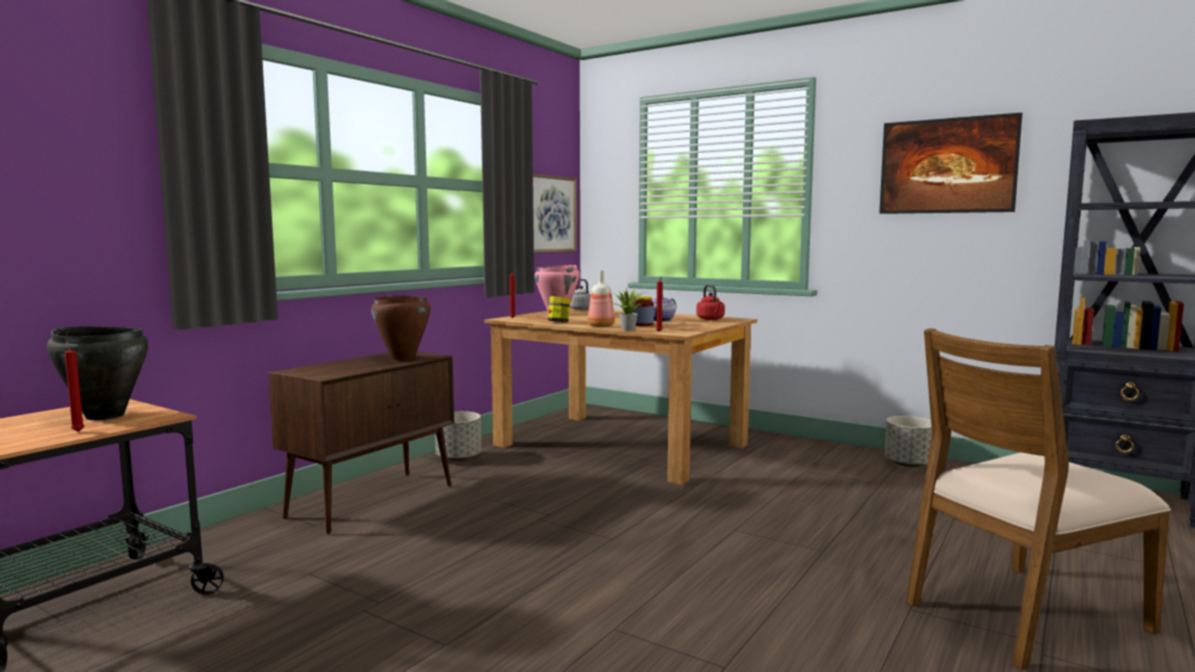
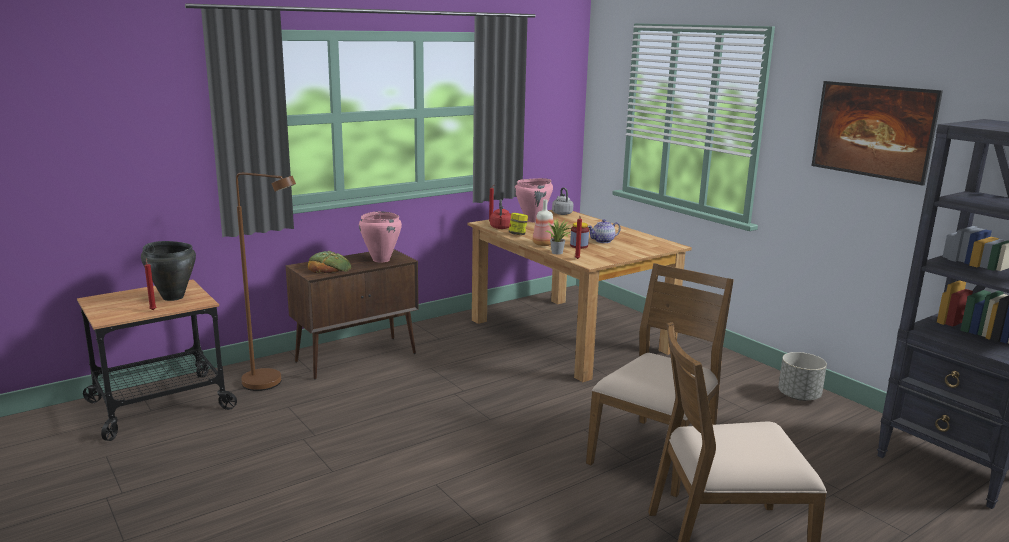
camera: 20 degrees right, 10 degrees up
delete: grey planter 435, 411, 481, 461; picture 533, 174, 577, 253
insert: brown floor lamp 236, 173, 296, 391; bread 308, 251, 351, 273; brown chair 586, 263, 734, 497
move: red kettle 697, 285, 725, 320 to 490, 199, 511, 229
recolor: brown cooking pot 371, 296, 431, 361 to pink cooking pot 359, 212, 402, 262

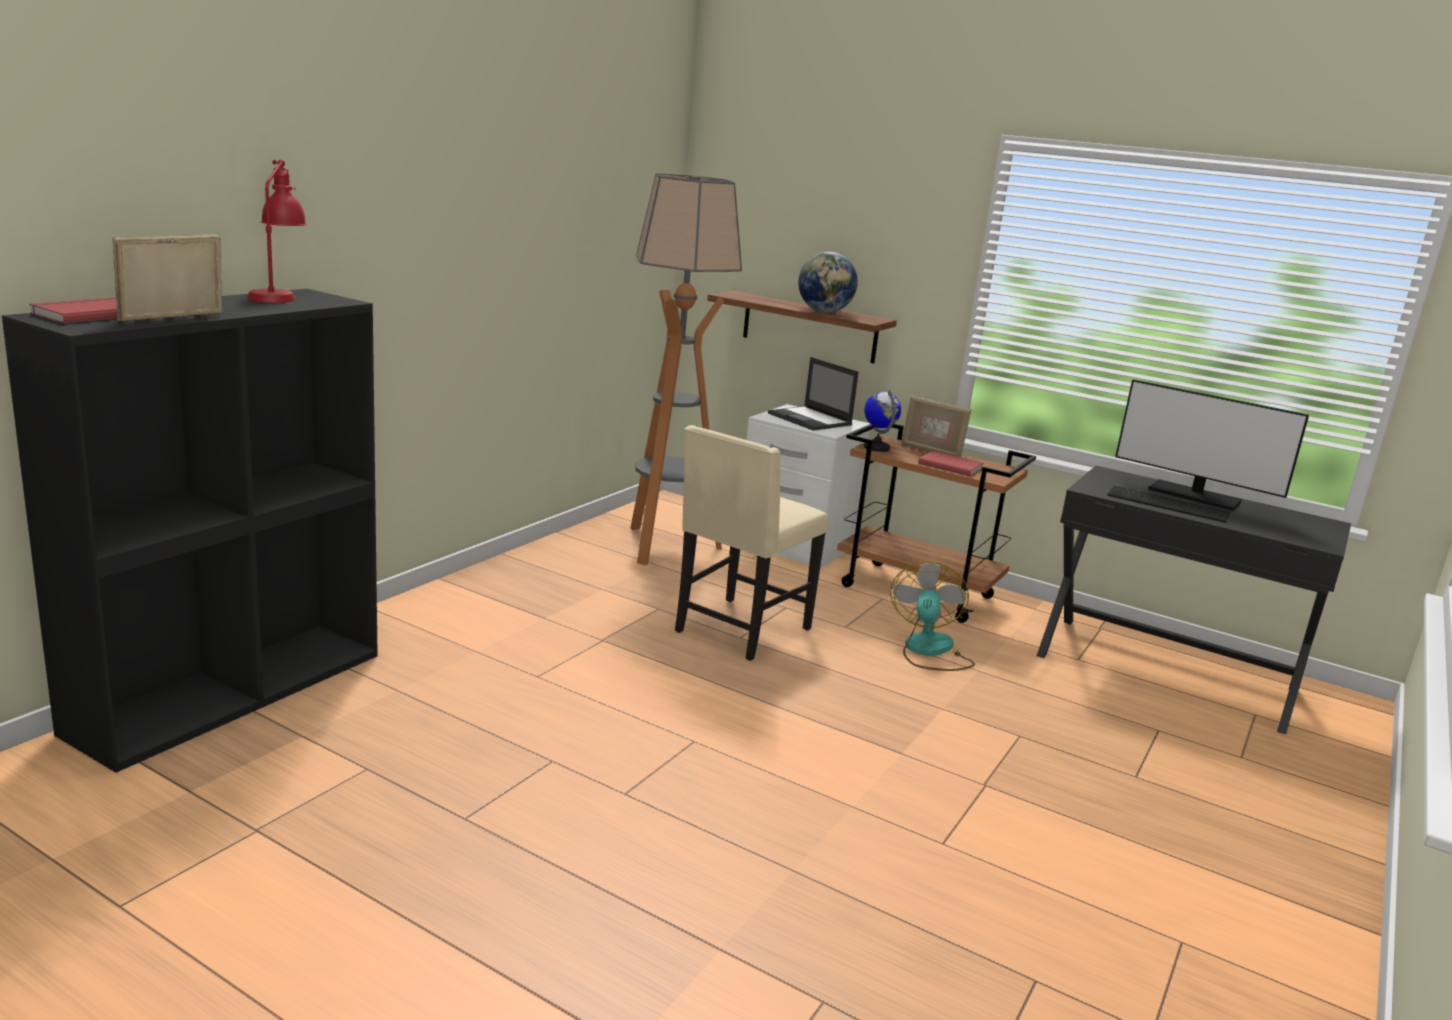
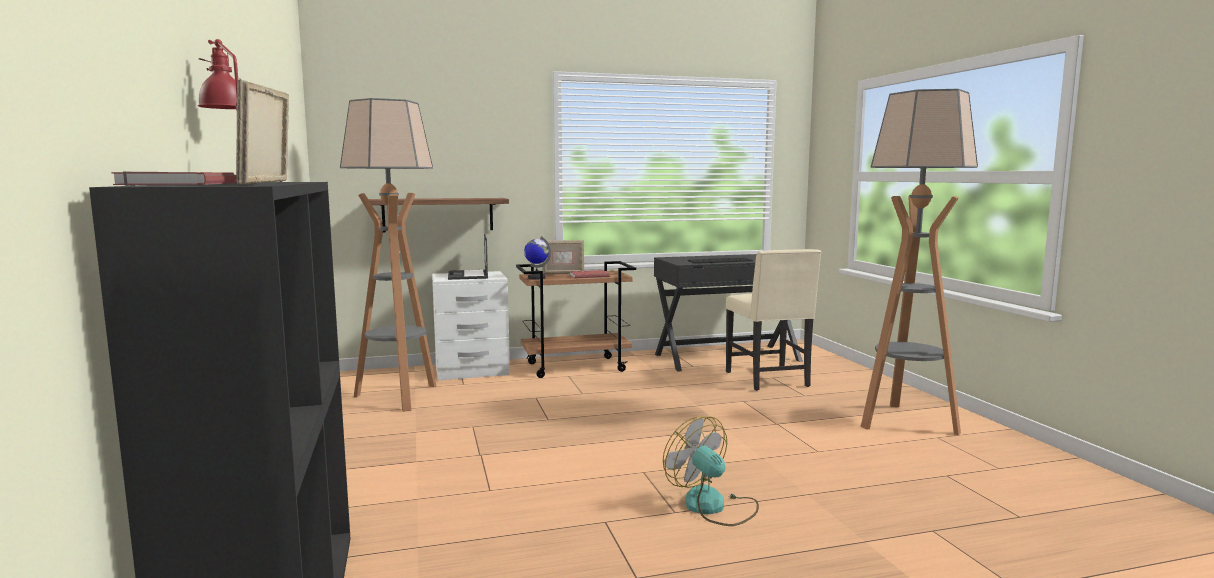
camera: 45 degrees left, 10 degrees down
delete: globe 798, 252, 858, 313; monitor 1115, 379, 1309, 511
insert: floor lamp 861, 89, 978, 435
move: beige chair 675, 425, 828, 661 to 726, 249, 821, 391; fan 890, 561, 975, 671 to 663, 416, 759, 526
rotate: laptop 768, 357, 859, 431 = 448, 234, 488, 280 75 degrees clockwise

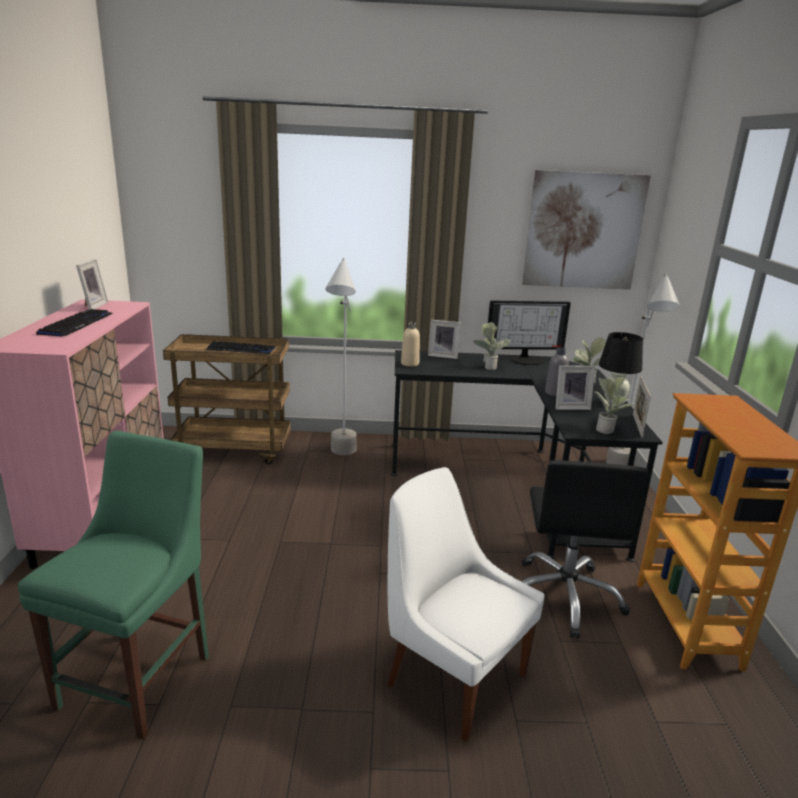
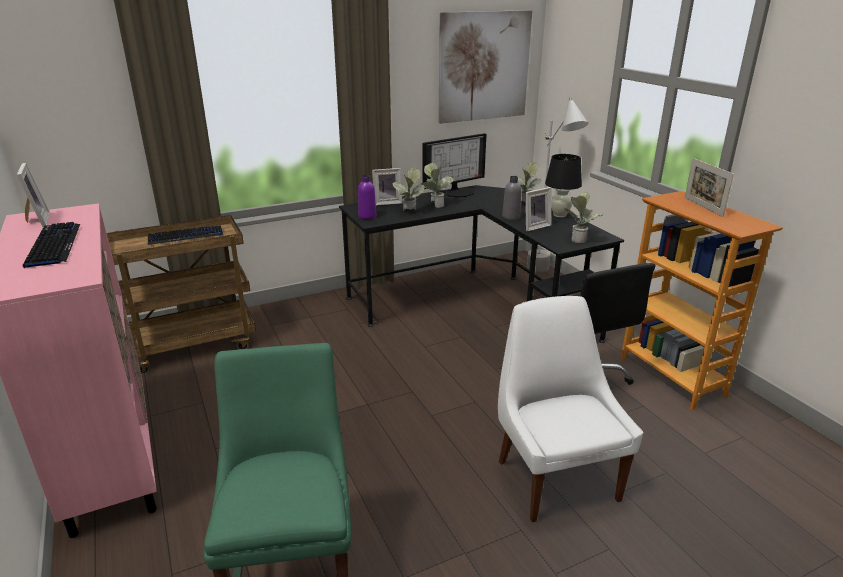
camera: 25 degrees left, 5 degrees up
delete: grey floor lamp 325, 258, 357, 455
insert: potted plant 392, 167, 425, 210
move: picture frame 633, 376, 651, 438 to 685, 158, 734, 217
recolor: beige bottle 401, 322, 420, 367 to purple bottle 358, 175, 376, 219
rotate: white chair 388, 467, 545, 742 = 498, 296, 644, 522 60 degrees clockwise

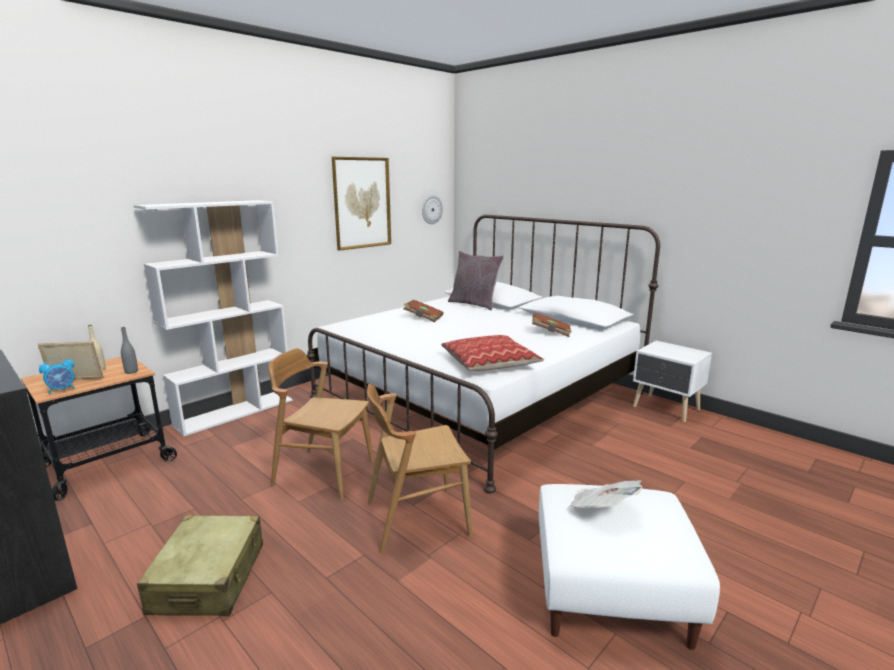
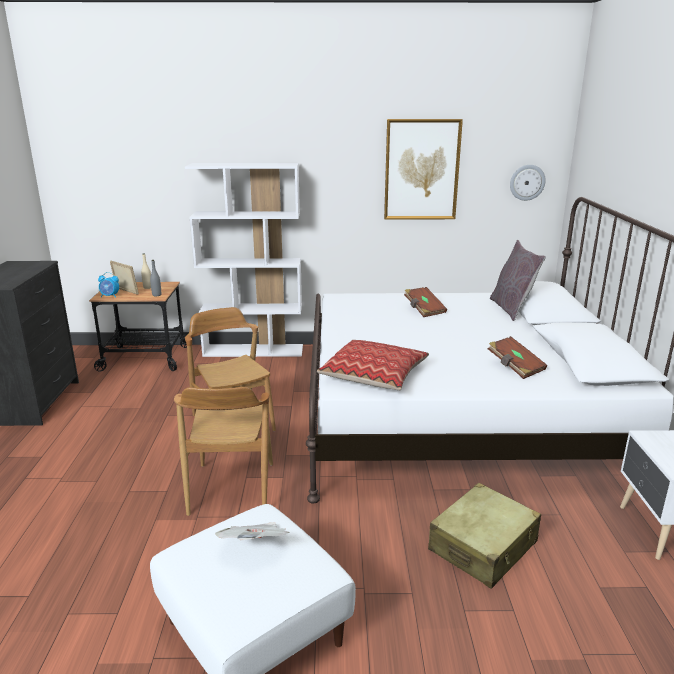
camera: 45 degrees right, 5 degrees up
move: beige suitcase 137, 515, 263, 616 to 428, 483, 541, 589
rotate: brown chair 367, 384, 472, 554 = 174, 387, 273, 516 120 degrees counterclockwise

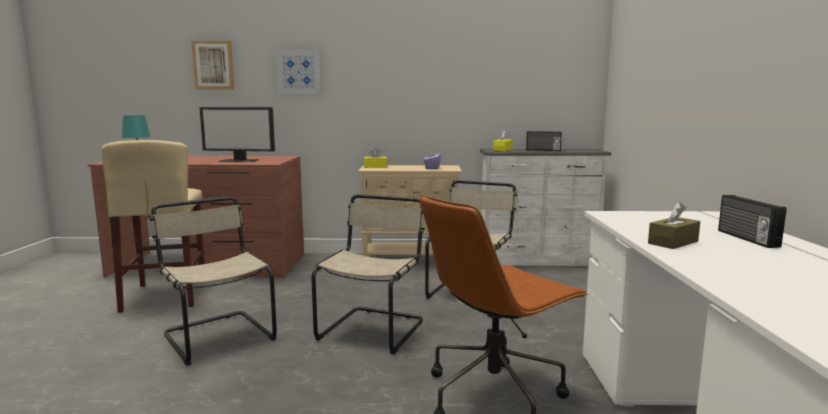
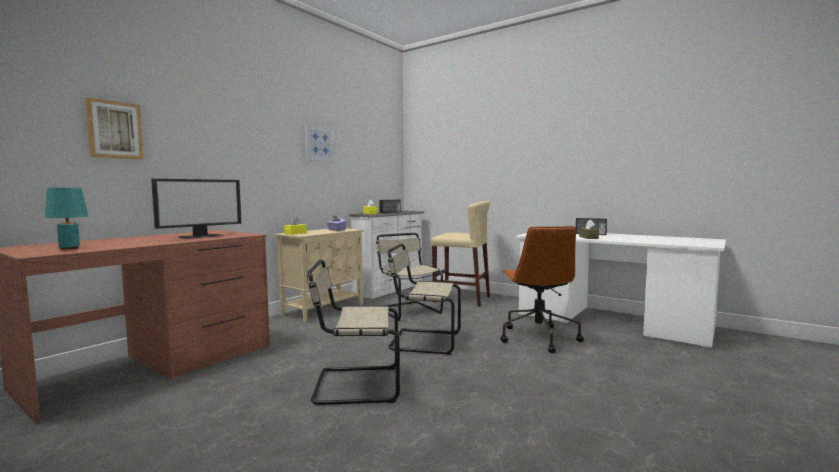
camera: 55 degrees left, 5 degrees down
move: beige stool 101, 140, 204, 313 to 431, 201, 490, 307; picture 276, 49, 321, 94 to 305, 123, 335, 162
rotate: beige chair 311, 194, 425, 354 = 388, 244, 461, 355 45 degrees counterclockwise

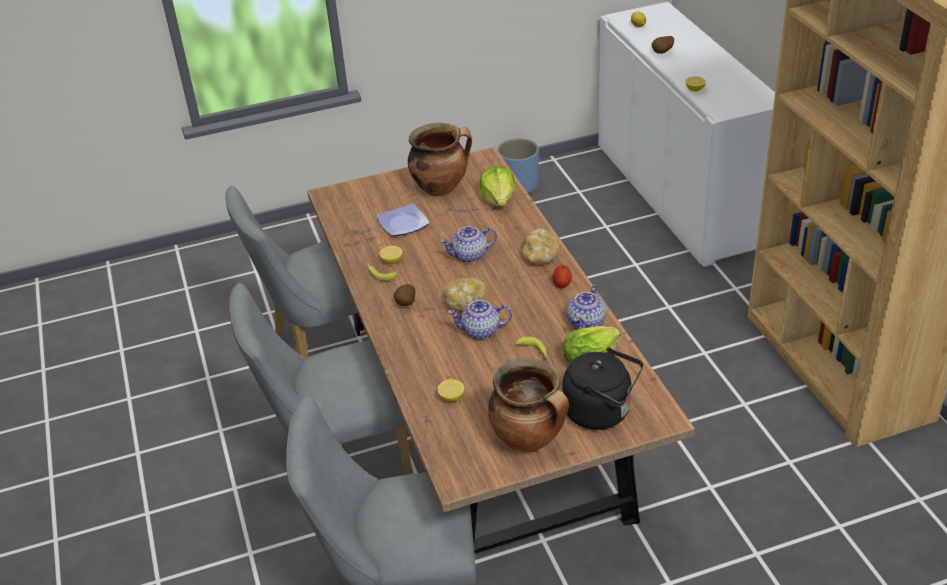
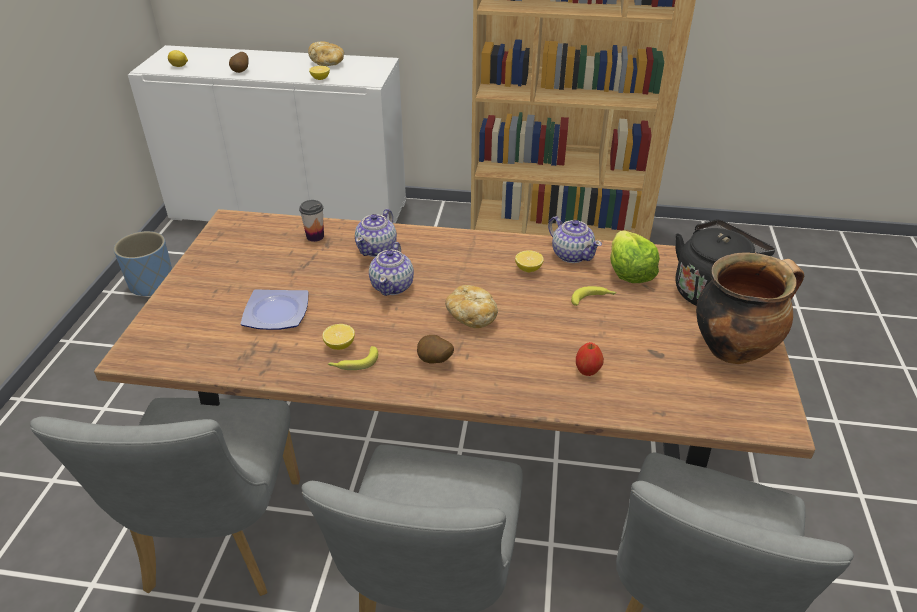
camera: 65 degrees left, 0 degrees up
delete: cooking pot 408, 123, 472, 196
move: lemon 437, 379, 464, 402 to 515, 250, 544, 272; teapot 448, 300, 512, 339 to 355, 209, 397, 257; bread 522, 228, 560, 264 to 308, 41, 344, 66; apple 552, 264, 572, 288 to 576, 342, 604, 376
replace: lettuce 479, 166, 515, 206 to cup 299, 200, 324, 242

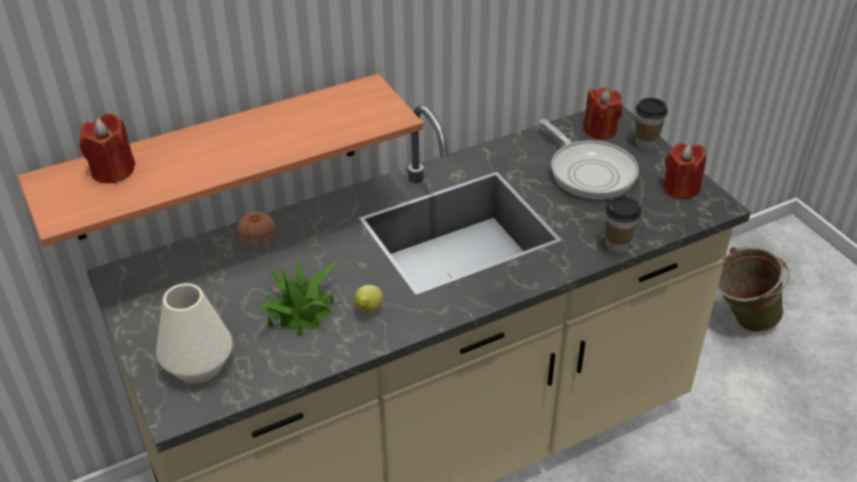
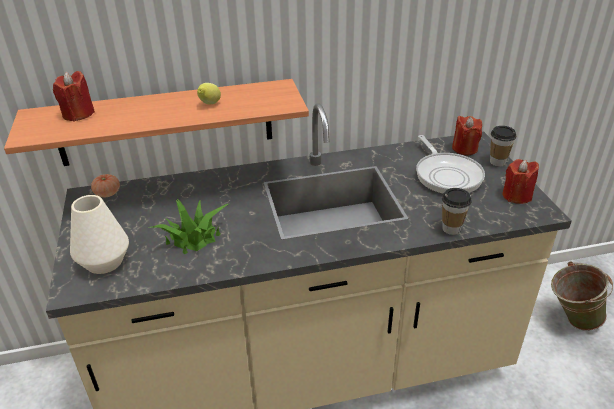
camera: 15 degrees right, 5 degrees down
move: tomato 237, 212, 275, 244 to 91, 174, 120, 197; lemon 354, 285, 384, 313 to 197, 83, 221, 105

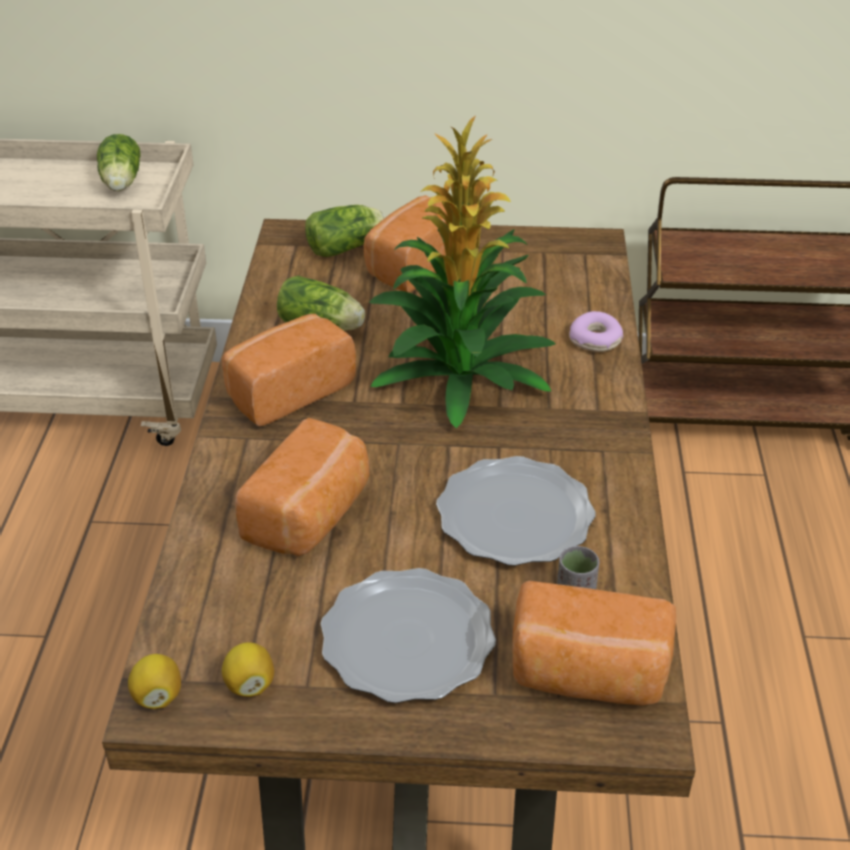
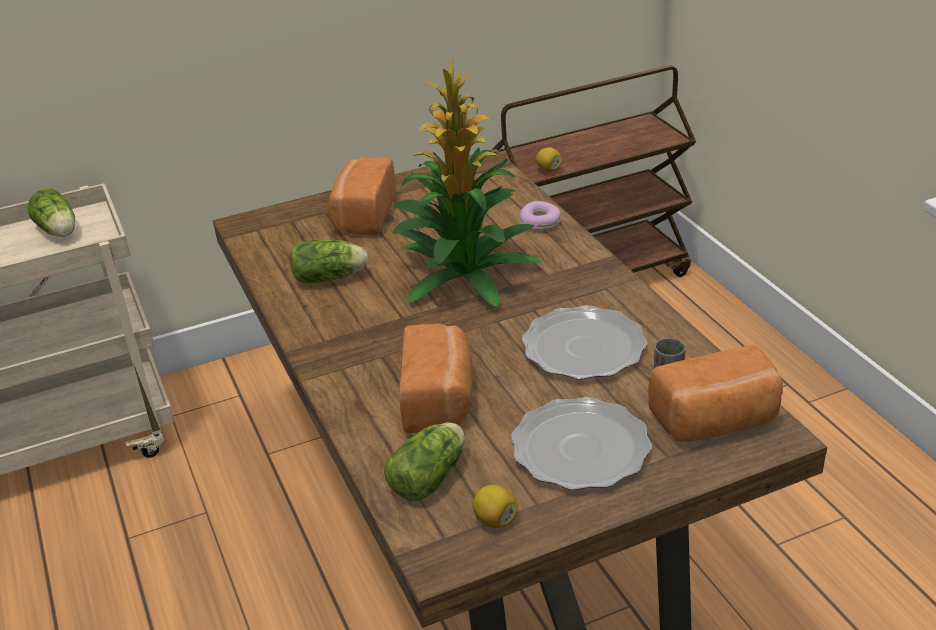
camera: 25 degrees left, 5 degrees down
delete: bread 222, 314, 356, 427
move: lemon 128, 654, 181, 709 to 536, 147, 562, 172; lettuce 305, 205, 385, 257 to 384, 422, 465, 501

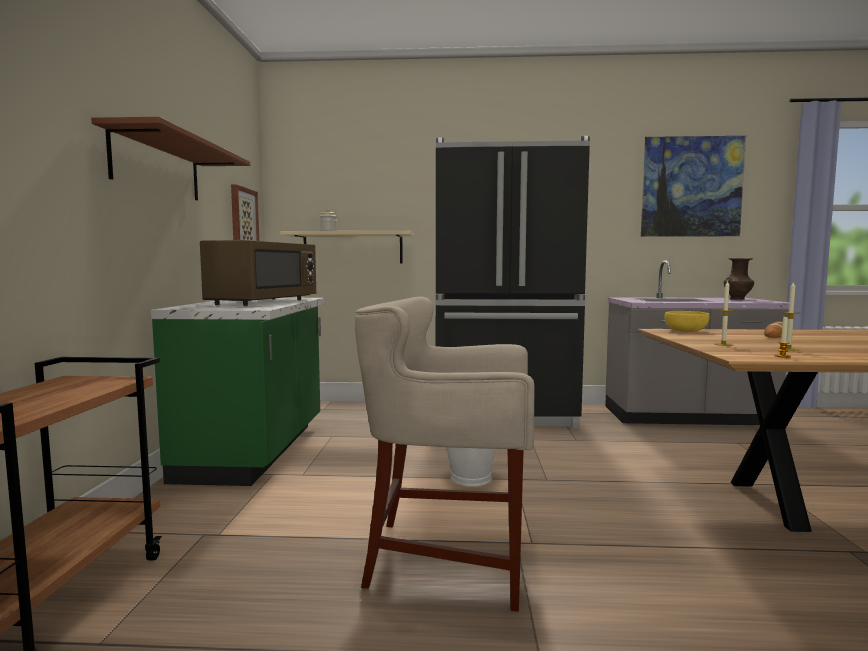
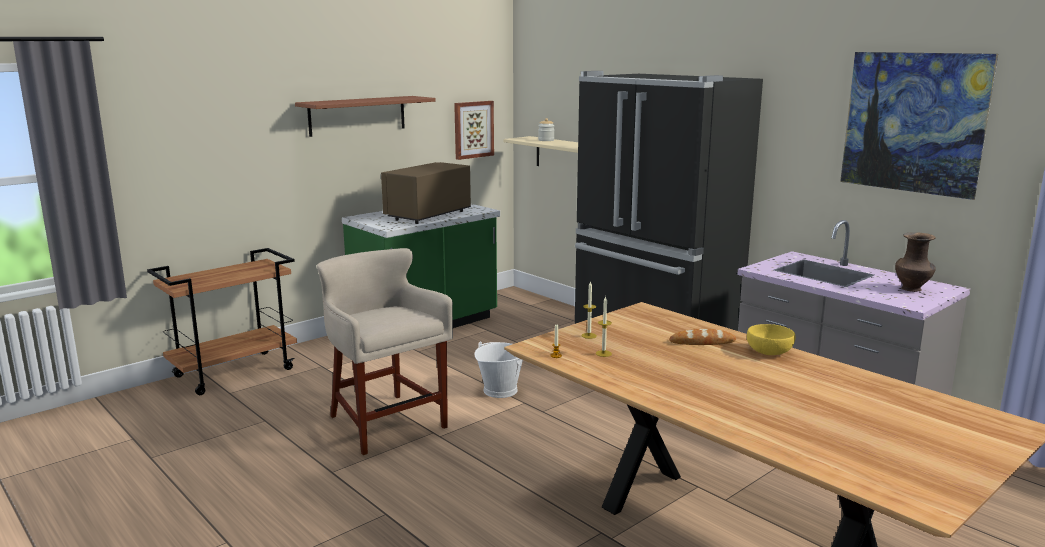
camera: 45 degrees right, 10 degrees up
move: yellow bowl 664, 311, 710, 332 to 747, 324, 795, 355
rotate: brown microwave 200, 240, 316, 306 = 381, 162, 471, 224 150 degrees clockwise

